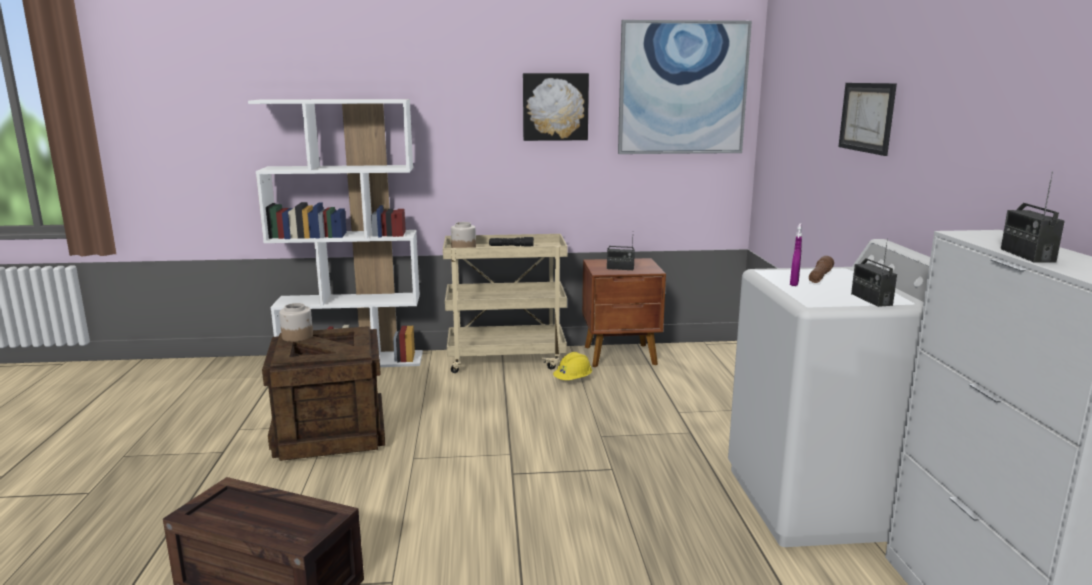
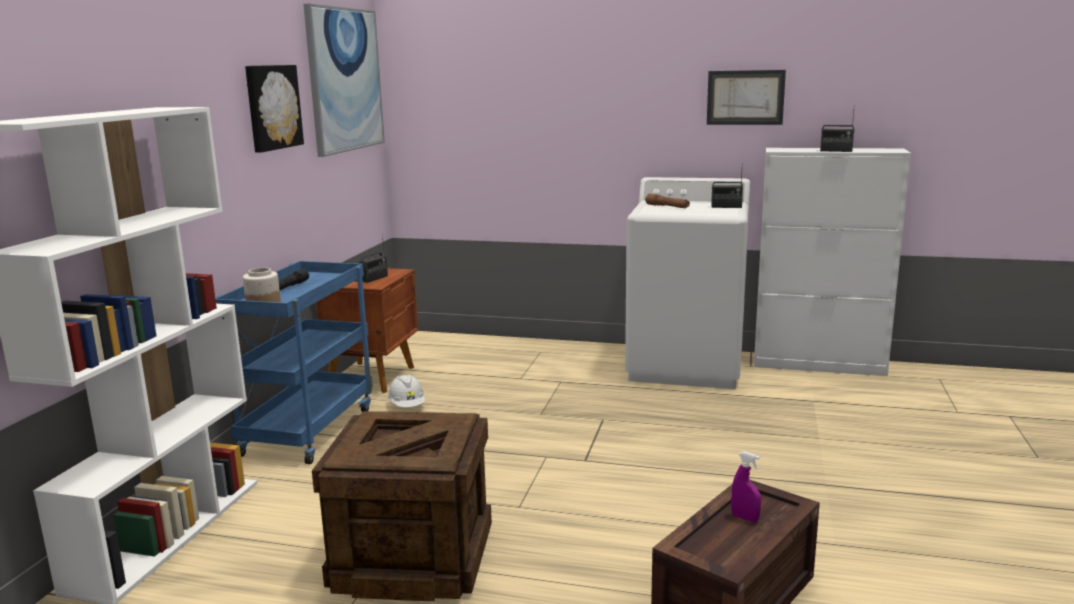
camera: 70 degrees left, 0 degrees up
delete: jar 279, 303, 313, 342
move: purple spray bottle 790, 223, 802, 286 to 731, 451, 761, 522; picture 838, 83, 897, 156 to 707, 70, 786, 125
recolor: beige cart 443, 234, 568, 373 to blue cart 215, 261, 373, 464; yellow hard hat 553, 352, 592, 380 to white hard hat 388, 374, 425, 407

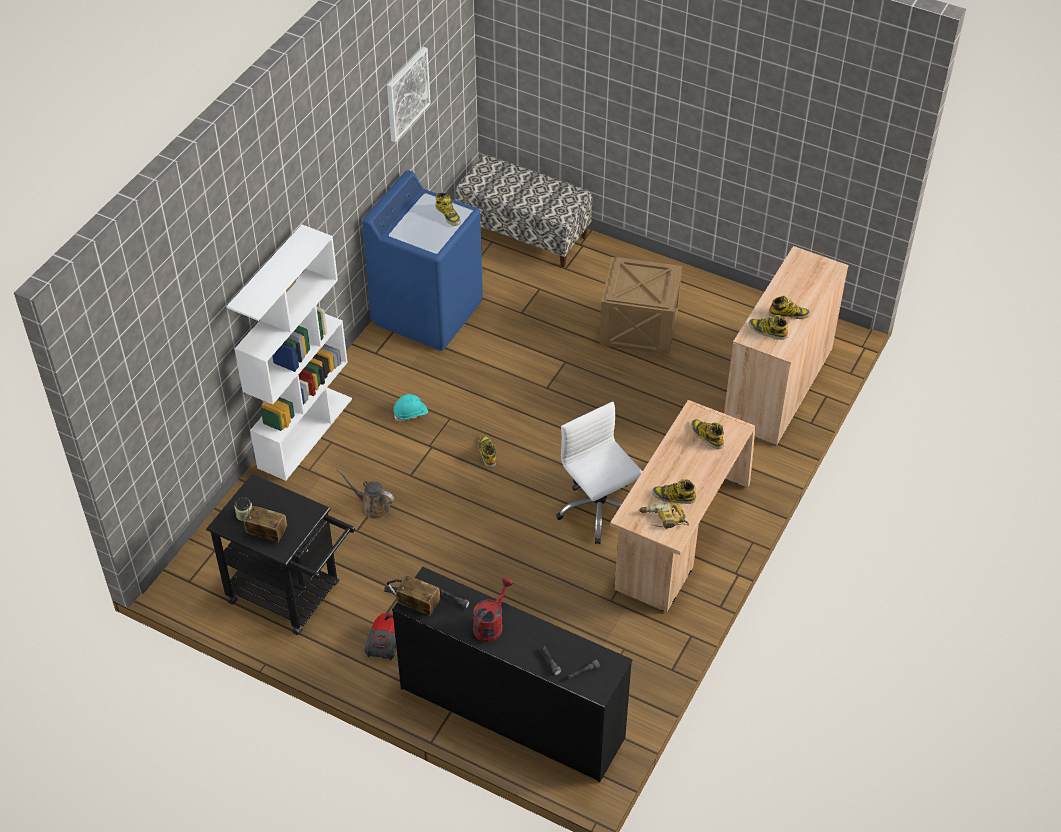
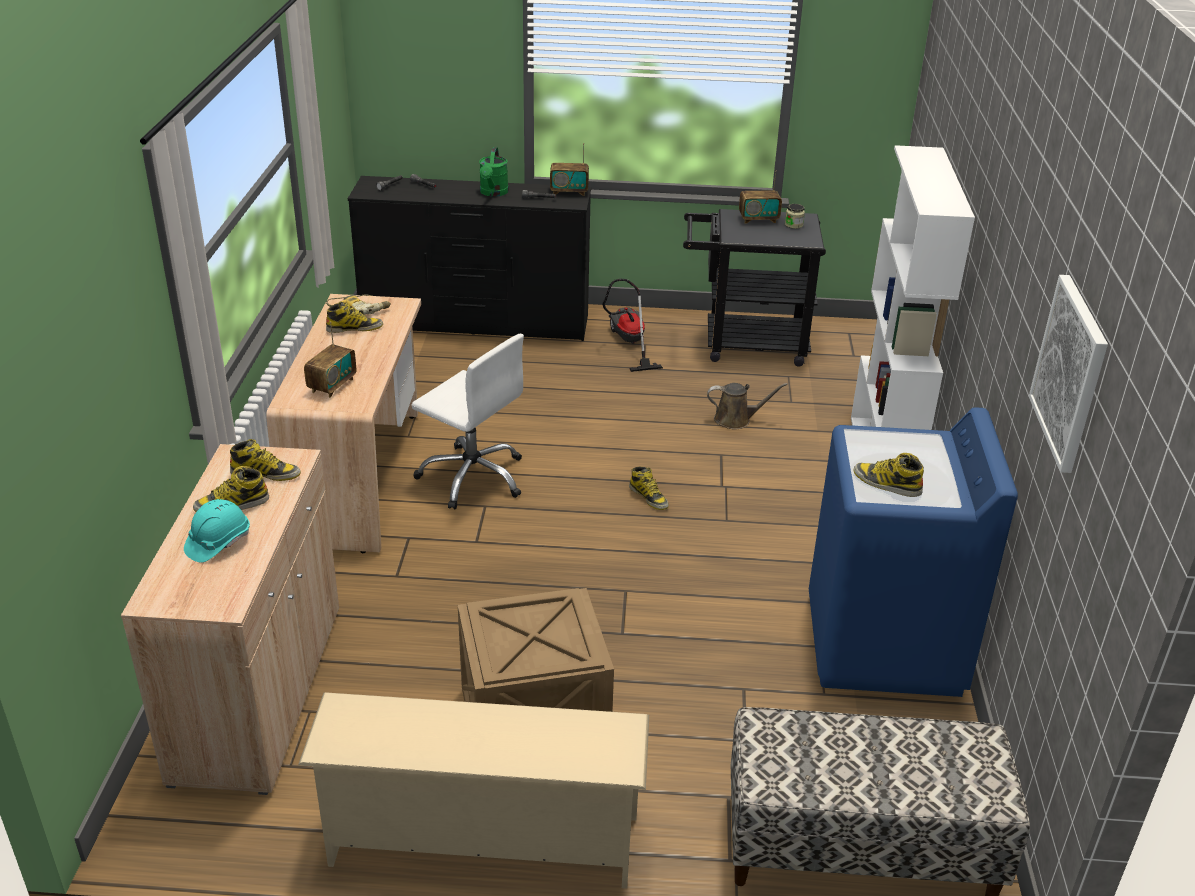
camera: 155 degrees right, 15 degrees down
insert: beige shoe rack 298, 692, 649, 889
move: turquoise hard hat 393, 394, 428, 422 to 184, 499, 250, 563
replace: boot 691, 419, 724, 449 to radio 304, 322, 356, 398
recolor: red watering can 473, 577, 514, 642 to green watering can 479, 147, 509, 197

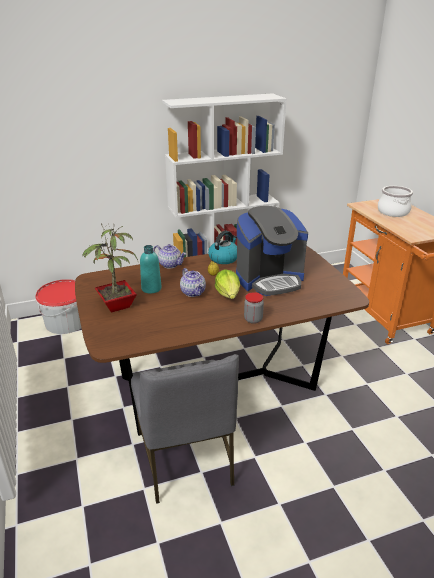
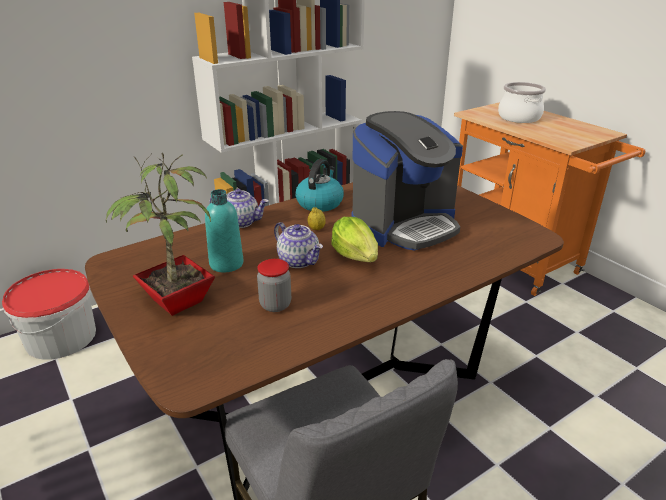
camera: 15 degrees left, 0 degrees up
move: jar 244, 292, 264, 324 to 257, 259, 291, 312

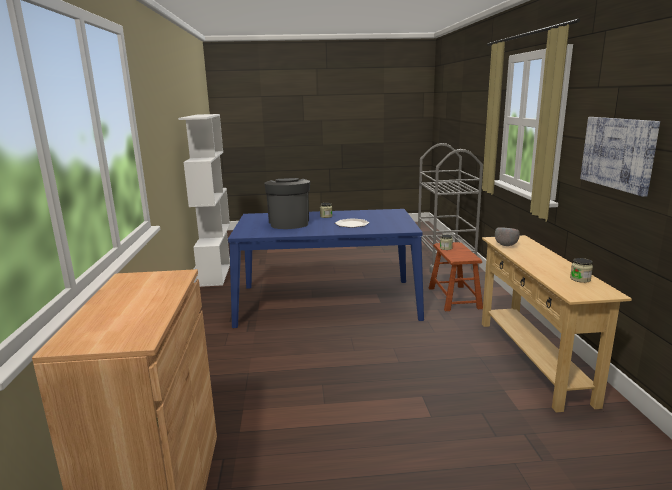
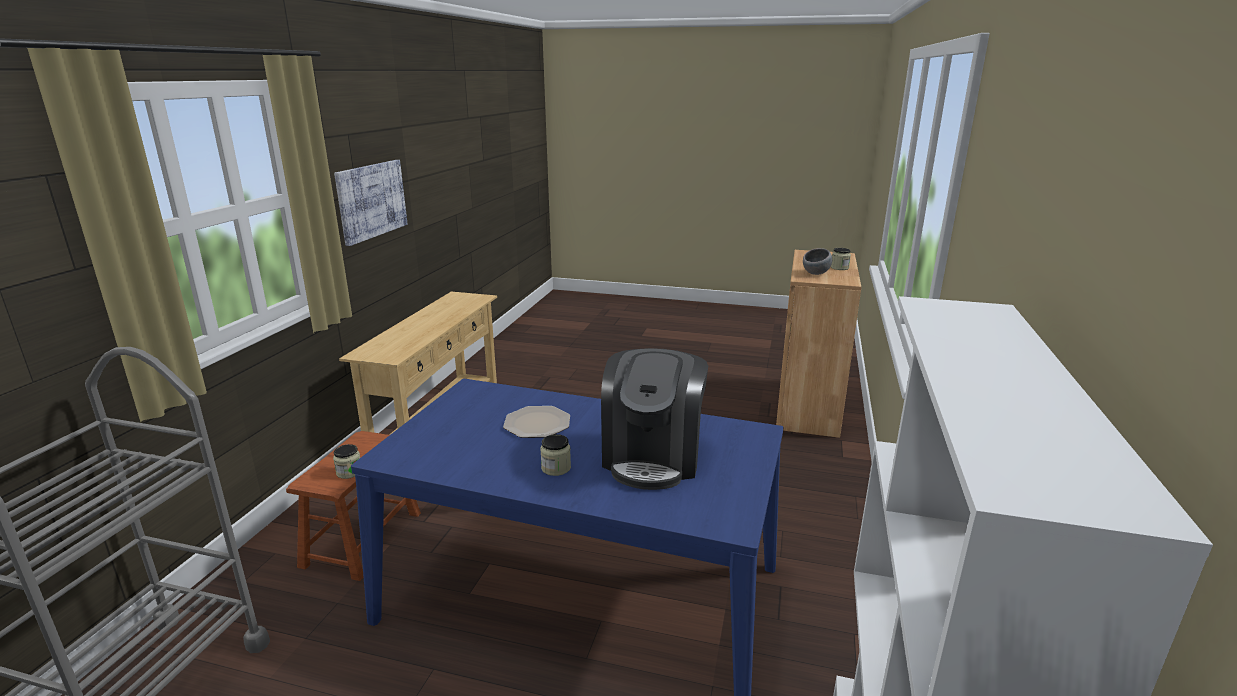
camera: 160 degrees left, 5 degrees up
move: grey bowl 495, 227, 520, 246 to 803, 248, 832, 275; jar 570, 258, 593, 283 to 831, 248, 851, 270

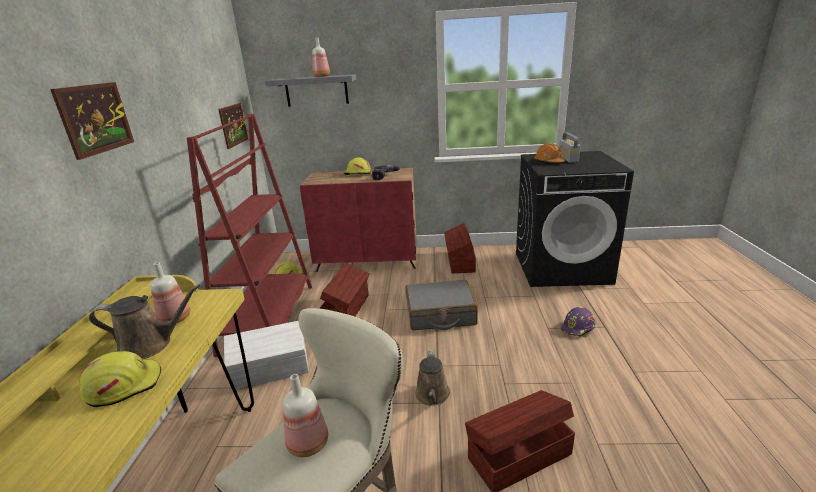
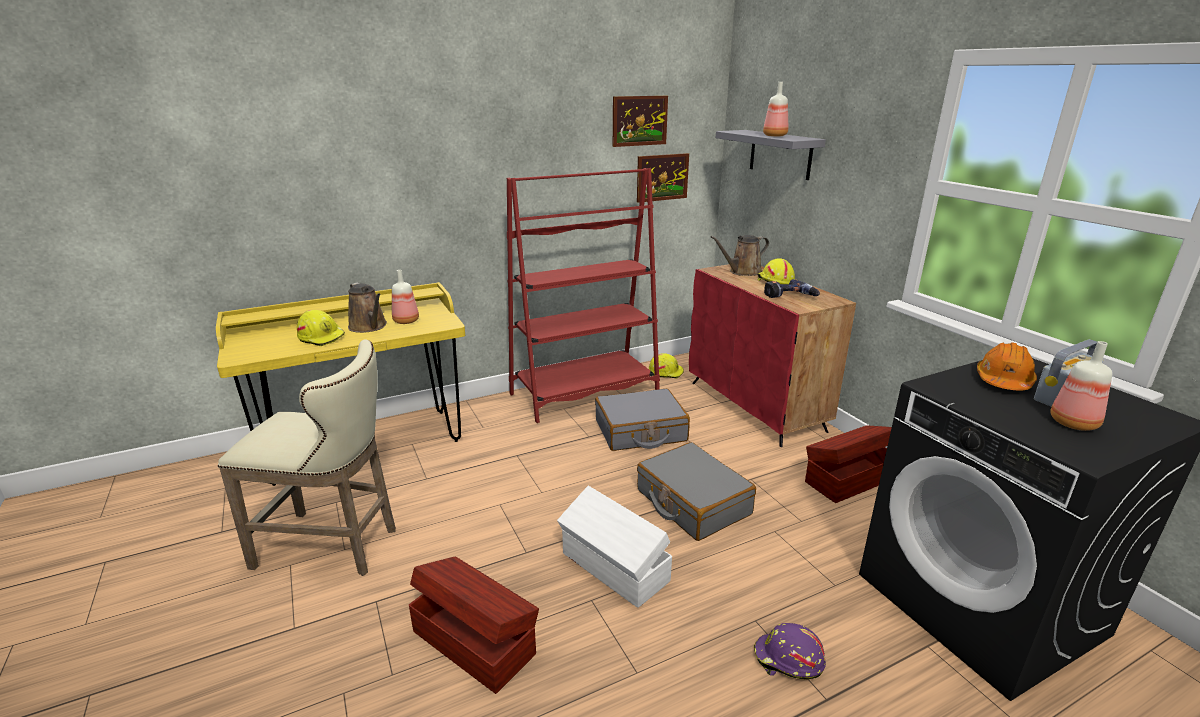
camera: 60 degrees right, 0 degrees up
move: picture 50, 82, 134, 160 to 613, 96, 668, 147; white storage box 224, 321, 309, 390 to 557, 486, 672, 608; bottle 283, 374, 328, 457 to 1051, 341, 1112, 431; brown watering can 415, 350, 450, 406 to 710, 235, 769, 276
replace: brown storage box 319, 263, 370, 316 to grey suitcase 595, 389, 690, 451

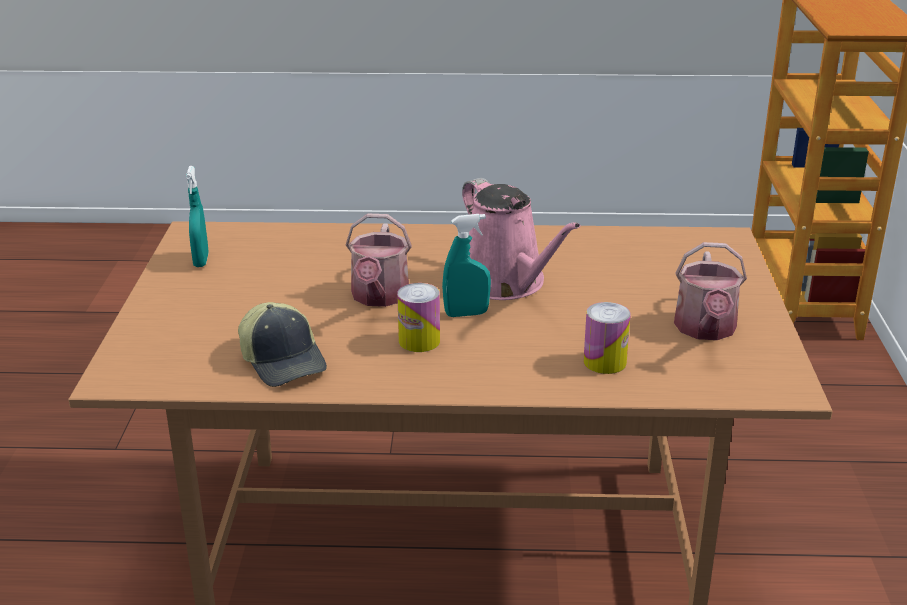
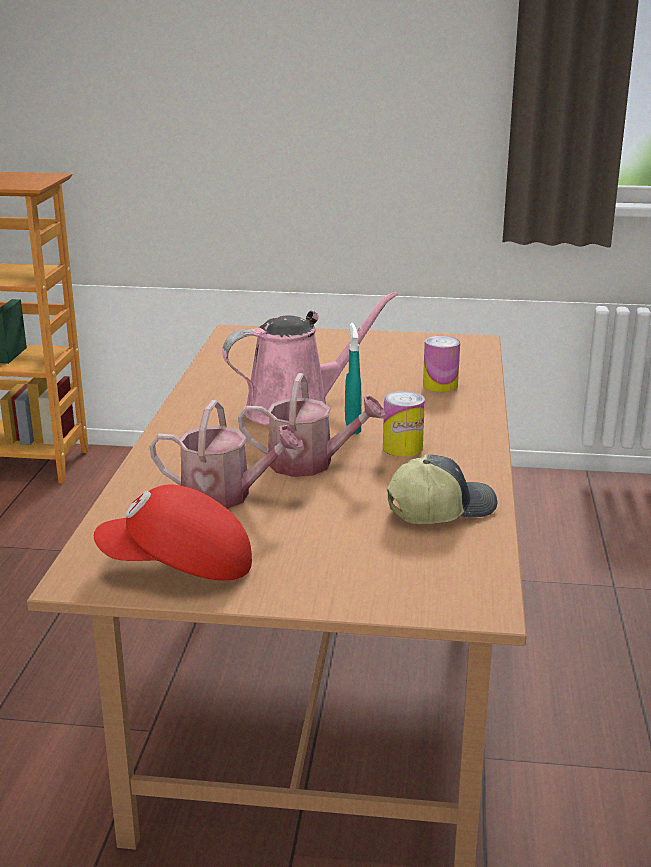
camera: 85 degrees left, 5 degrees down
move: watering can 674, 242, 747, 340 to 149, 400, 304, 509
replace: turquoise spray bottle 186, 166, 209, 267 to red cap 94, 485, 252, 580

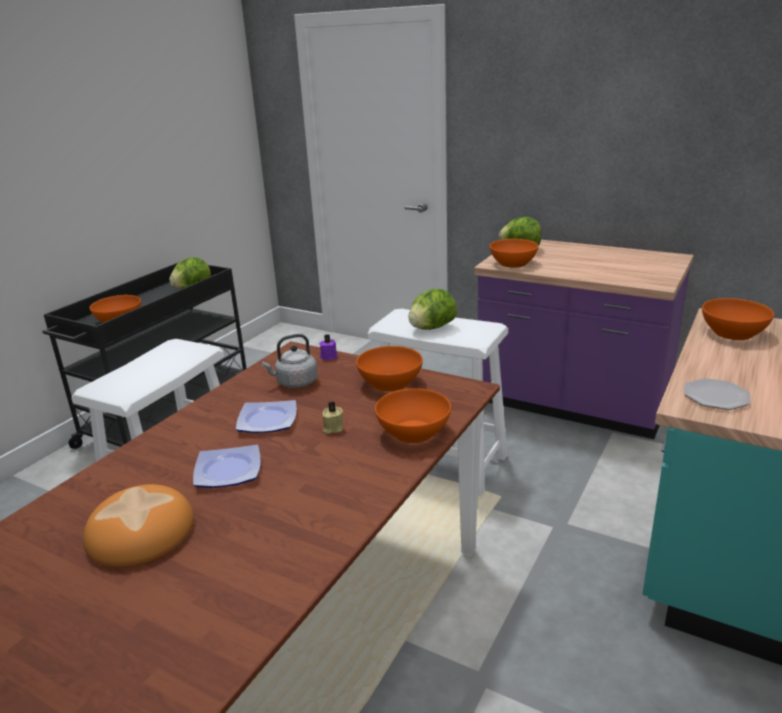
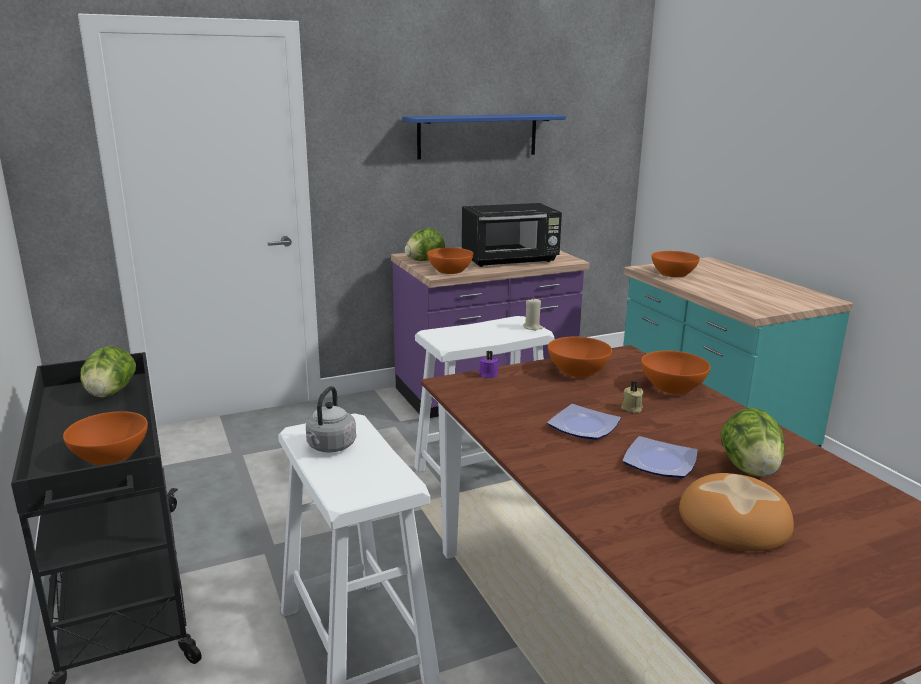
camera: 55 degrees left, 5 degrees down
delete: plate 684, 378, 751, 410
insert: blue shelf 402, 114, 566, 159; black microwave 462, 203, 562, 267; beige candle 523, 298, 543, 331
move: grey kettle 261, 334, 318, 388 to 306, 386, 356, 453; lettuce 409, 289, 457, 330 to 721, 407, 785, 477

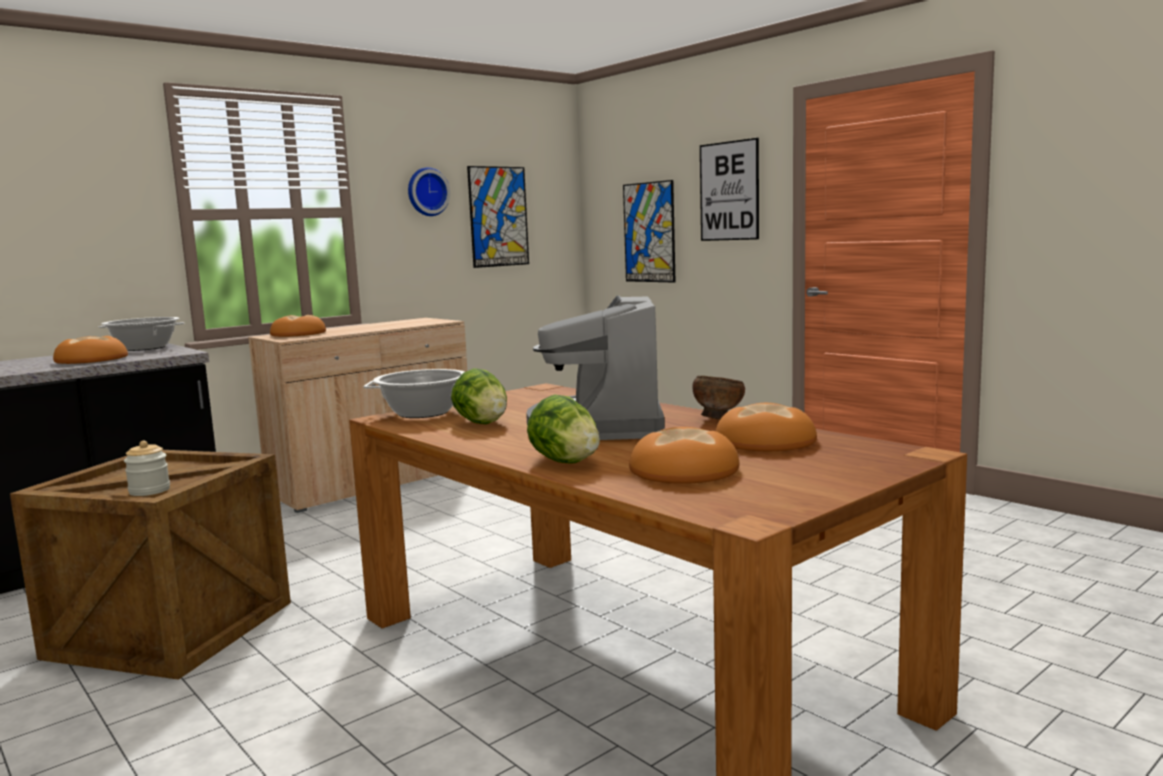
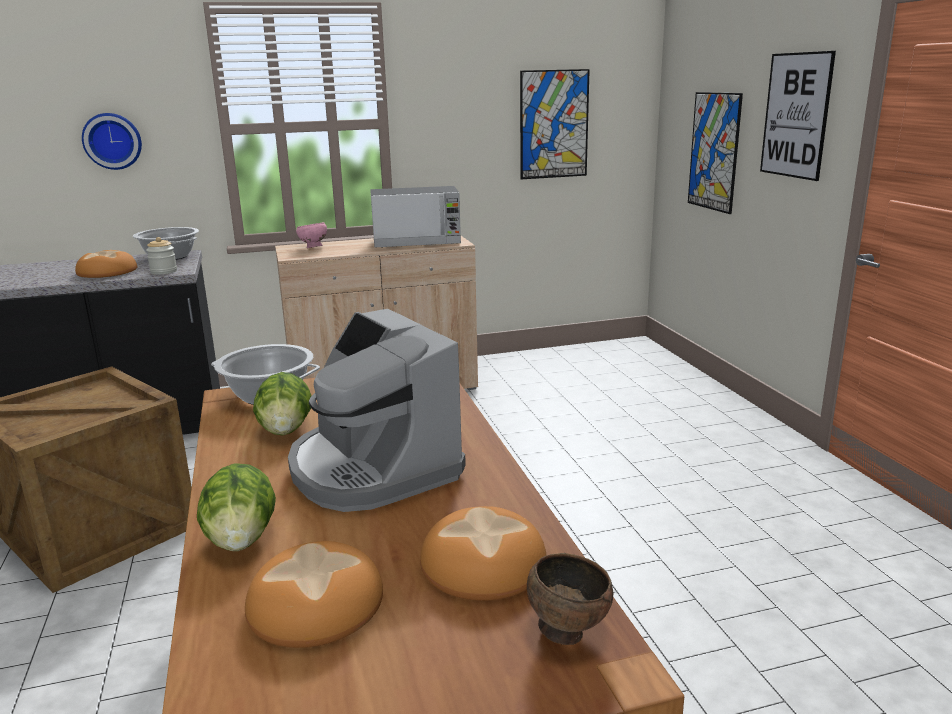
camera: 25 degrees right, 10 degrees up
insert: microwave 370, 186, 461, 248
move: jar 124, 441, 170, 496 to 146, 237, 177, 275; wall clock 408, 167, 450, 216 to 82, 113, 142, 170; brown bowl 692, 376, 745, 419 to 527, 553, 613, 645
replace: bread 270, 315, 326, 337 to pink bowl 296, 222, 327, 248
rotate: coffee machine 526, 296, 665, 440 = 288, 309, 466, 512 60 degrees counterclockwise

